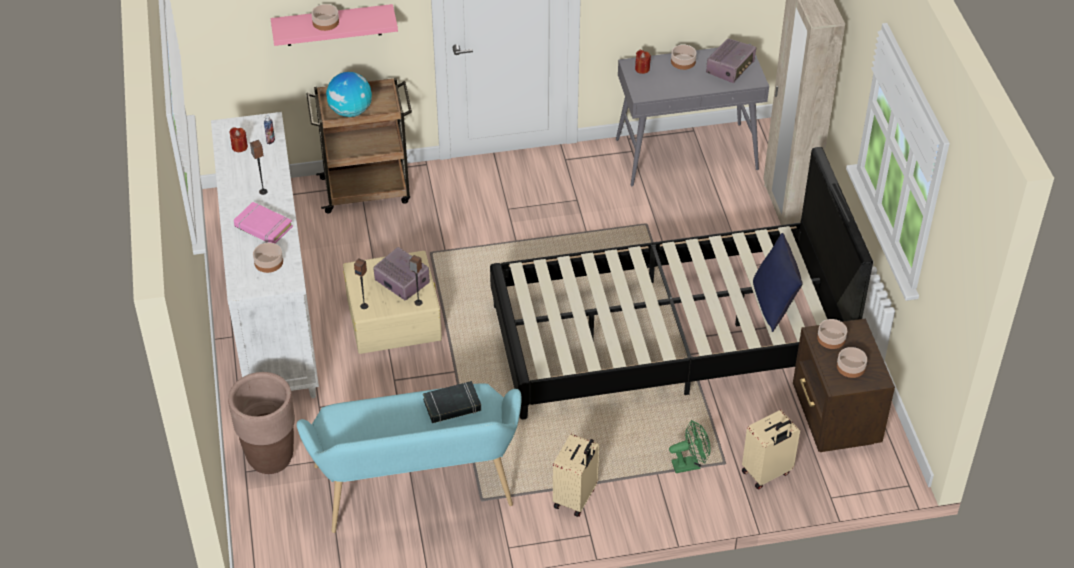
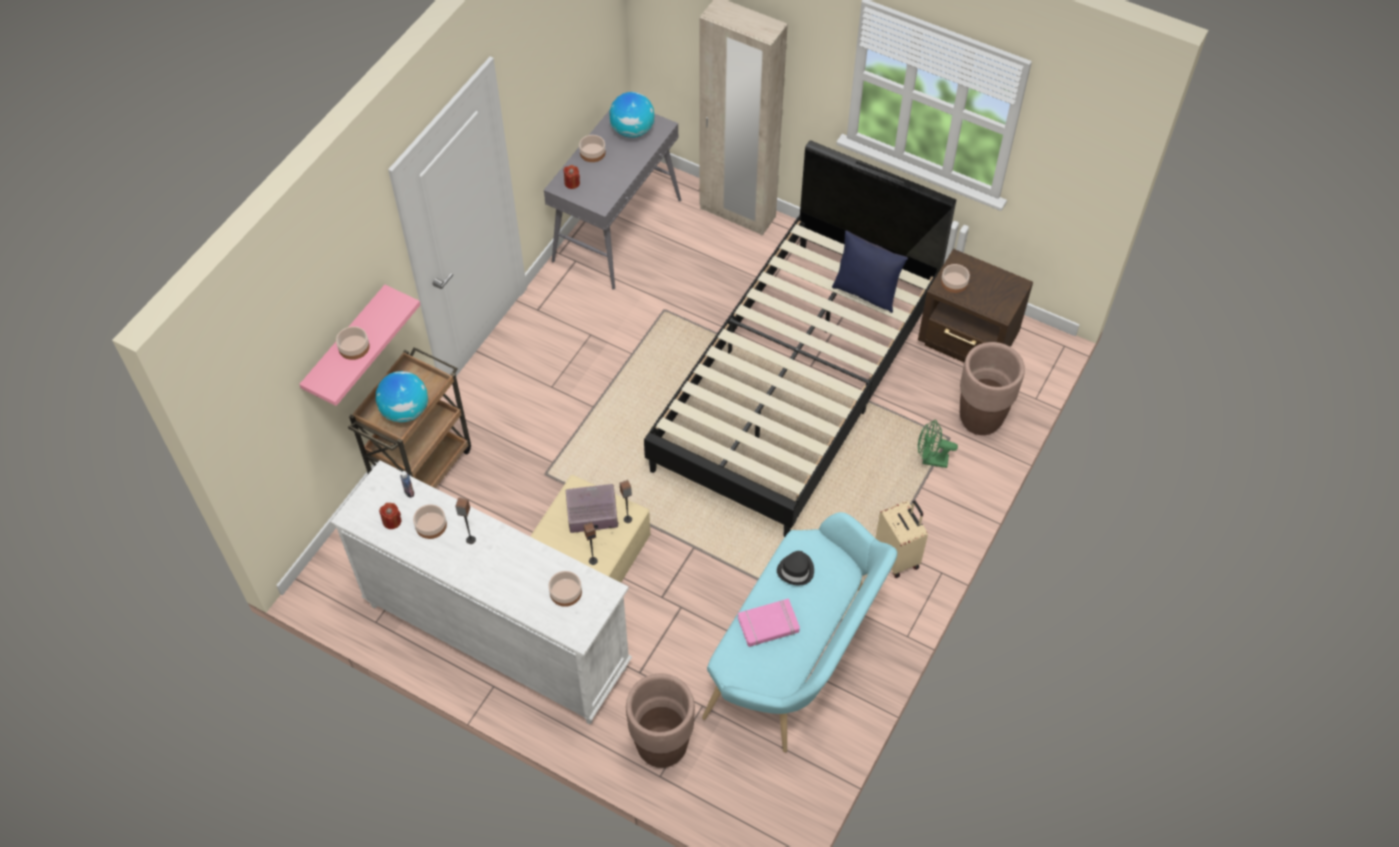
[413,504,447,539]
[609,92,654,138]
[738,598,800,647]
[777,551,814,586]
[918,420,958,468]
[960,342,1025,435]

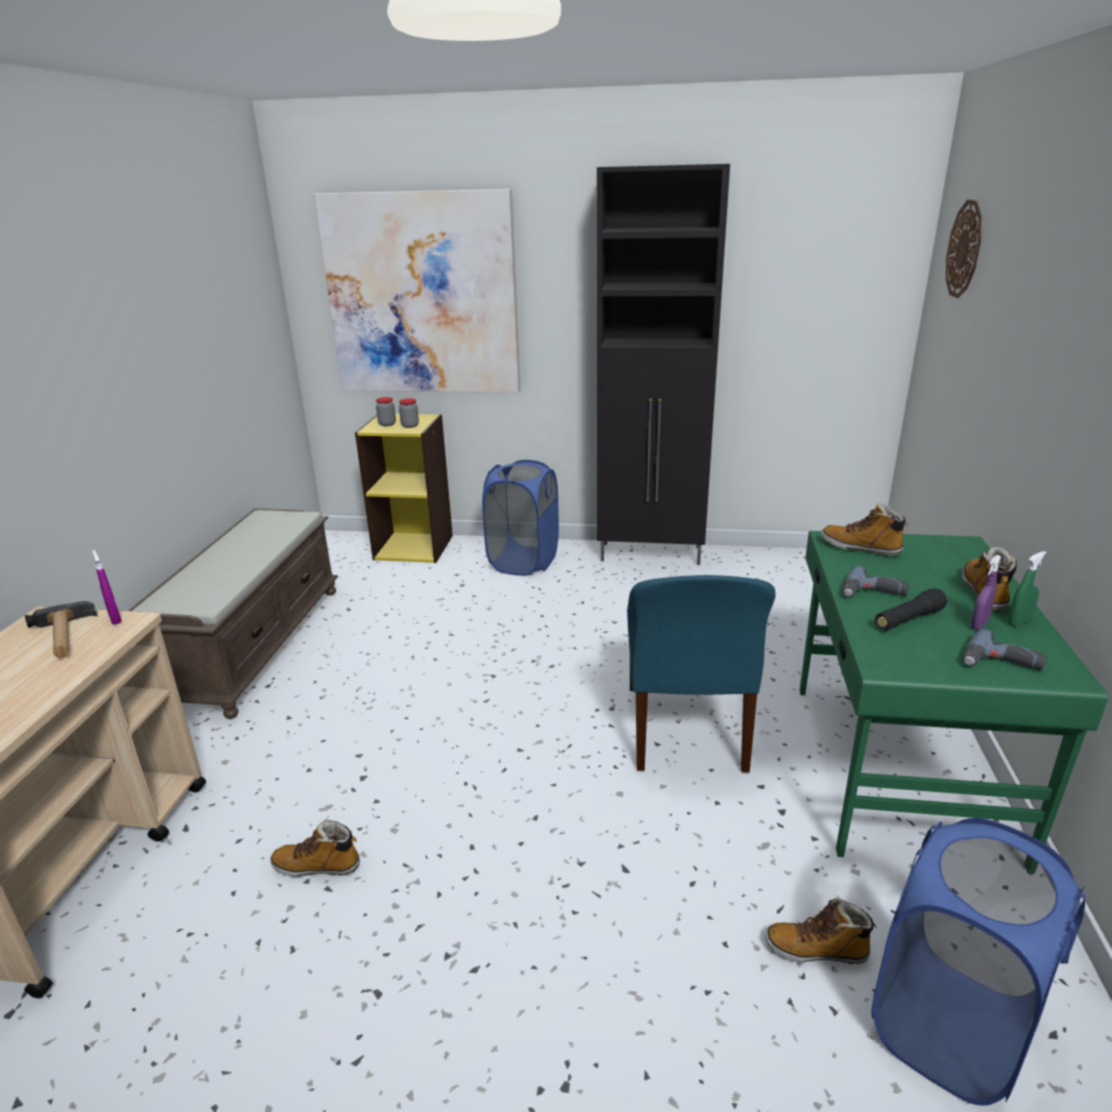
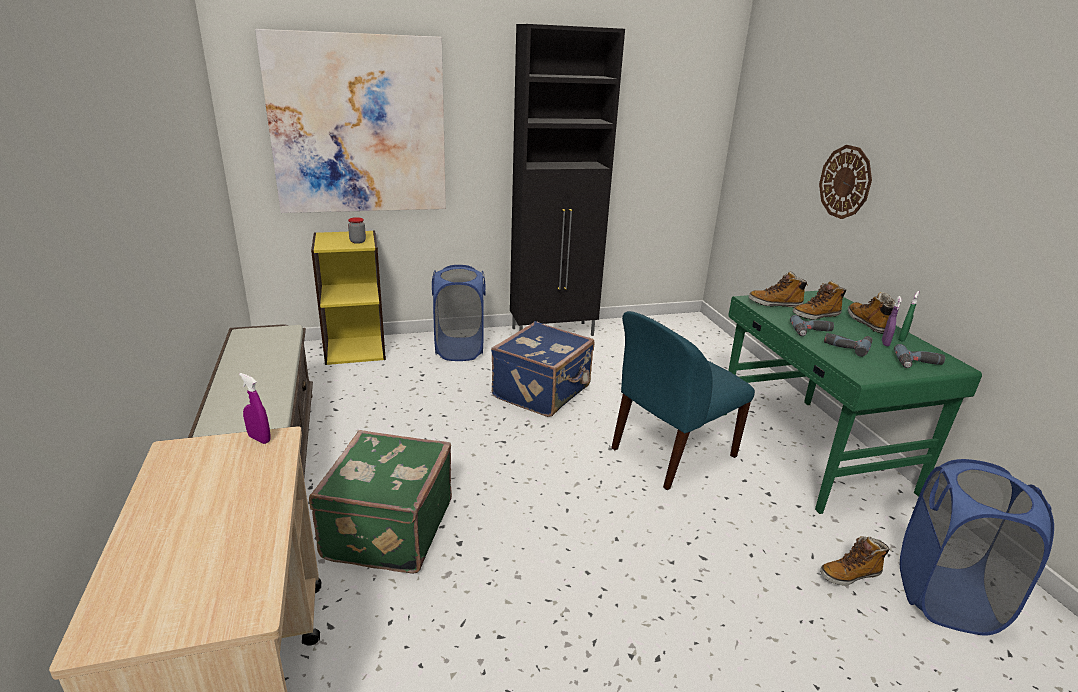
[309,430,452,574]
[491,321,594,417]
[611,311,755,490]
[793,281,846,320]
[819,145,872,219]
[824,333,873,357]
[25,601,98,658] (first image)
[376,397,396,426] (first image)

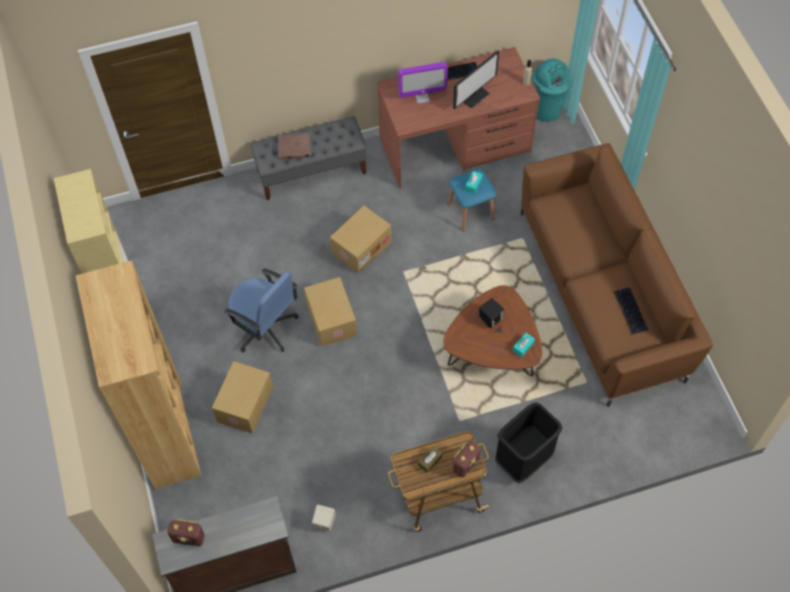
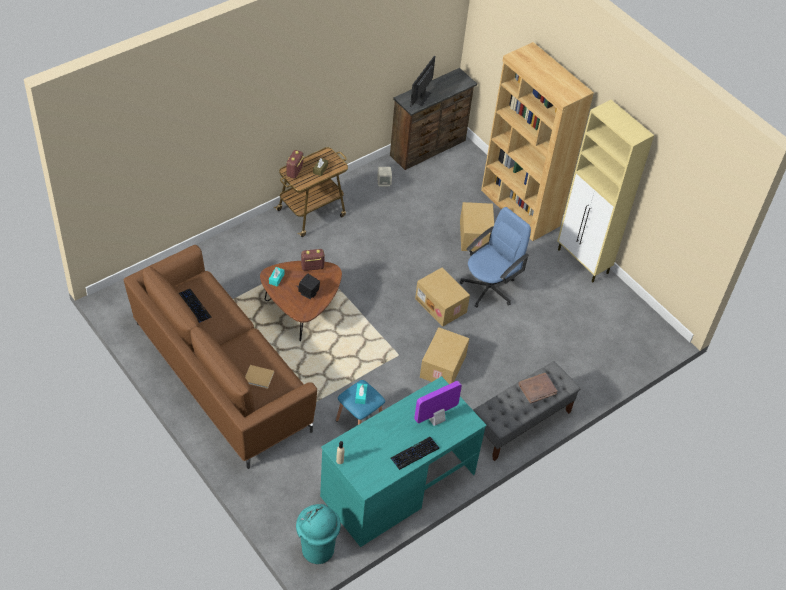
[245,365,274,389]
[301,249,325,271]
[320,376,487,547]
[410,56,436,107]
[460,207,531,307]
[495,402,562,483] (first image)

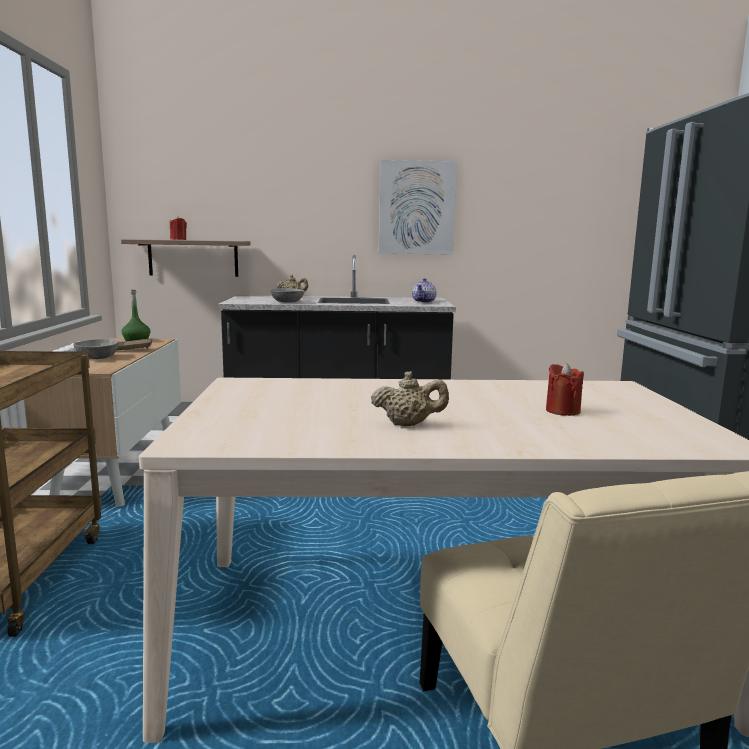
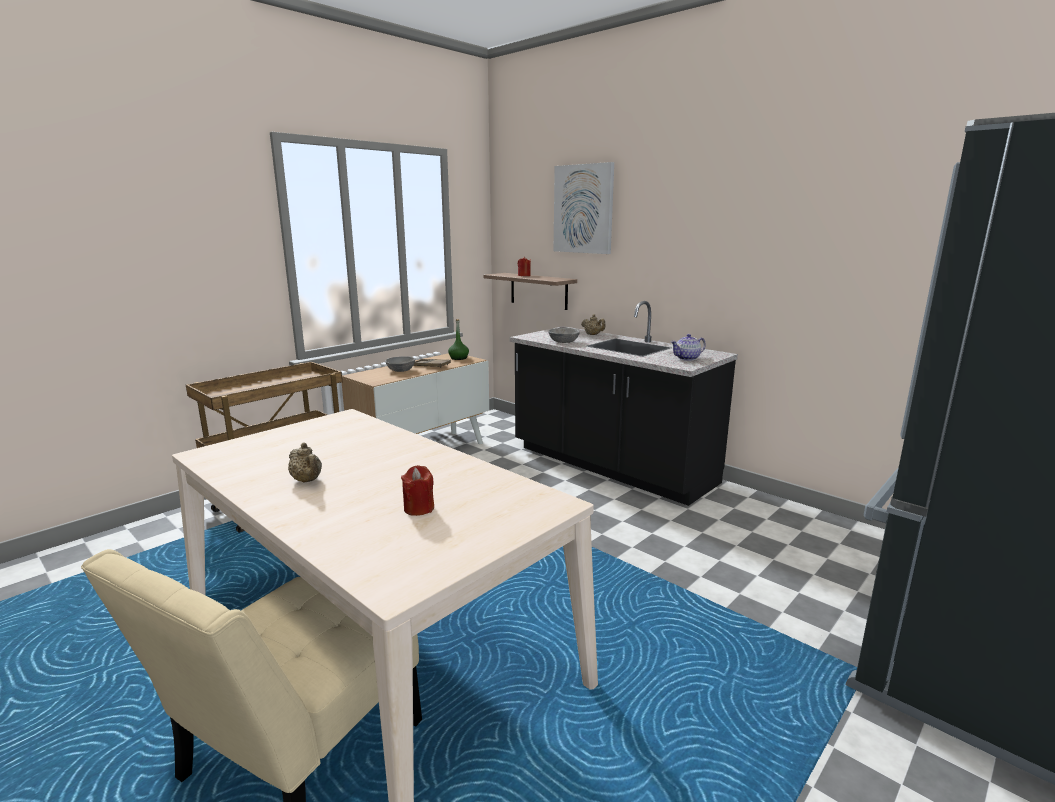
[554,162,614,254]

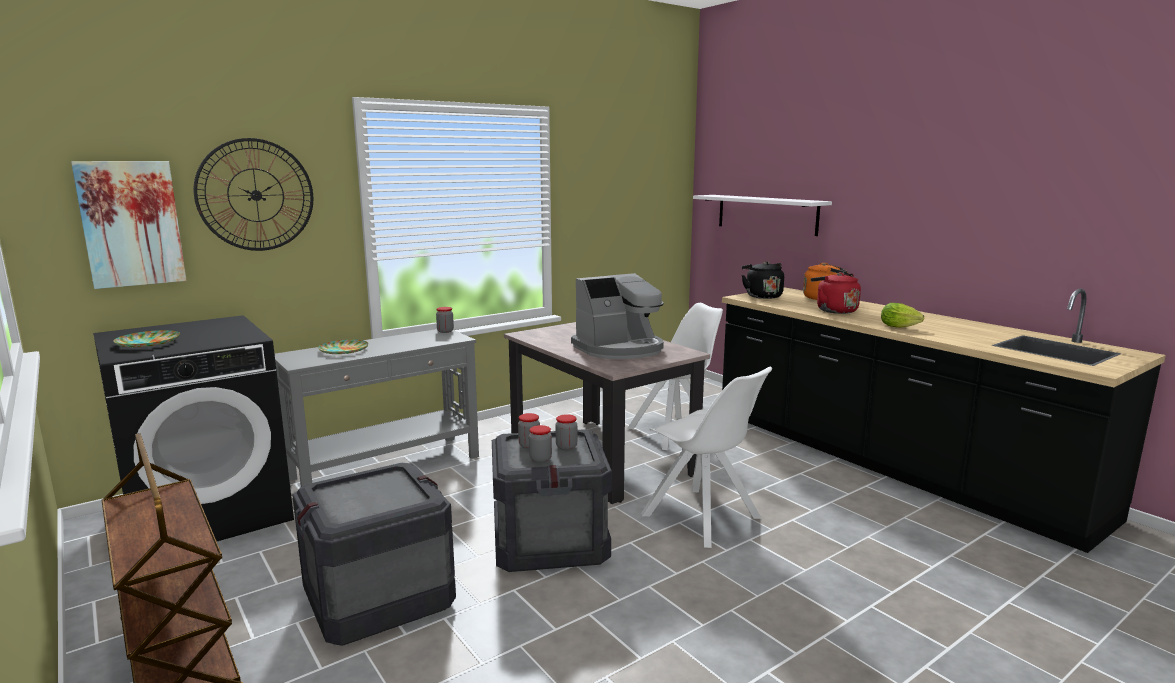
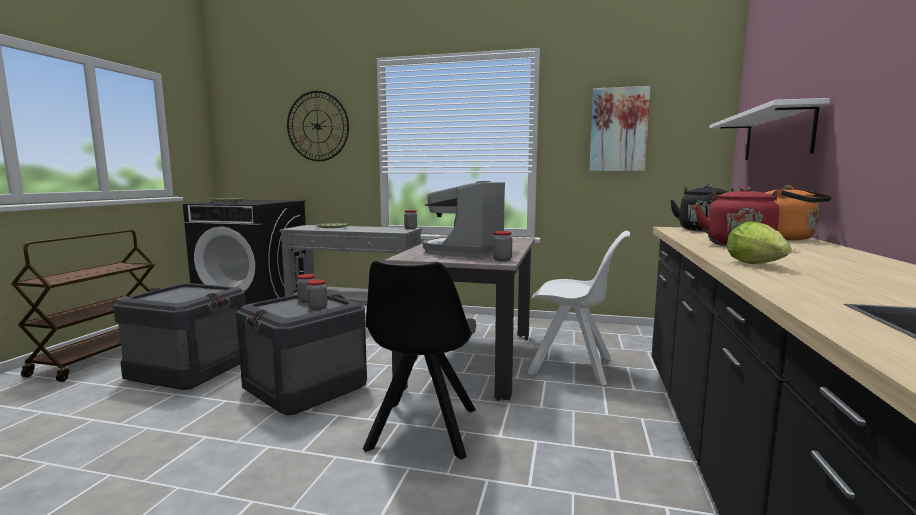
[363,260,476,460]
[423,181,505,258]
[492,231,512,261]
[589,86,651,171]

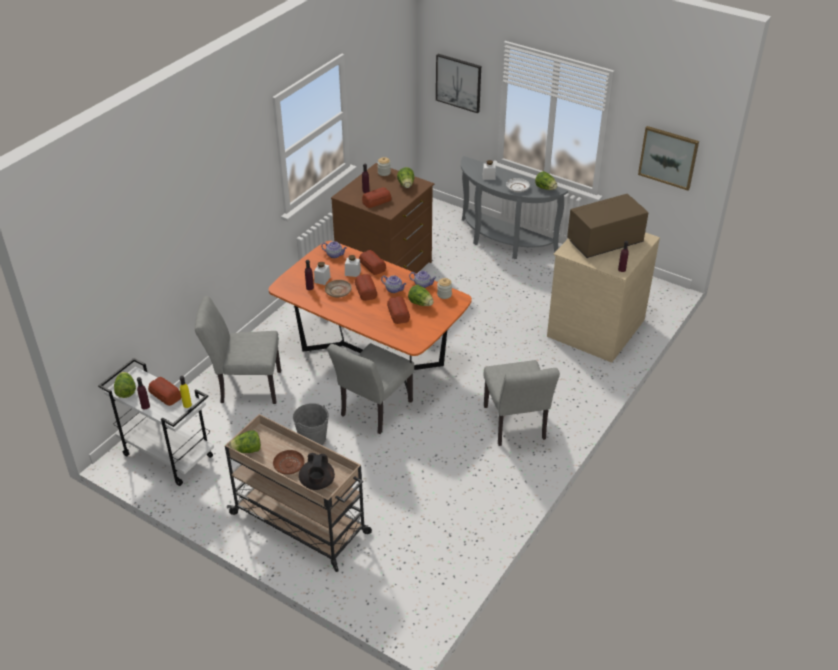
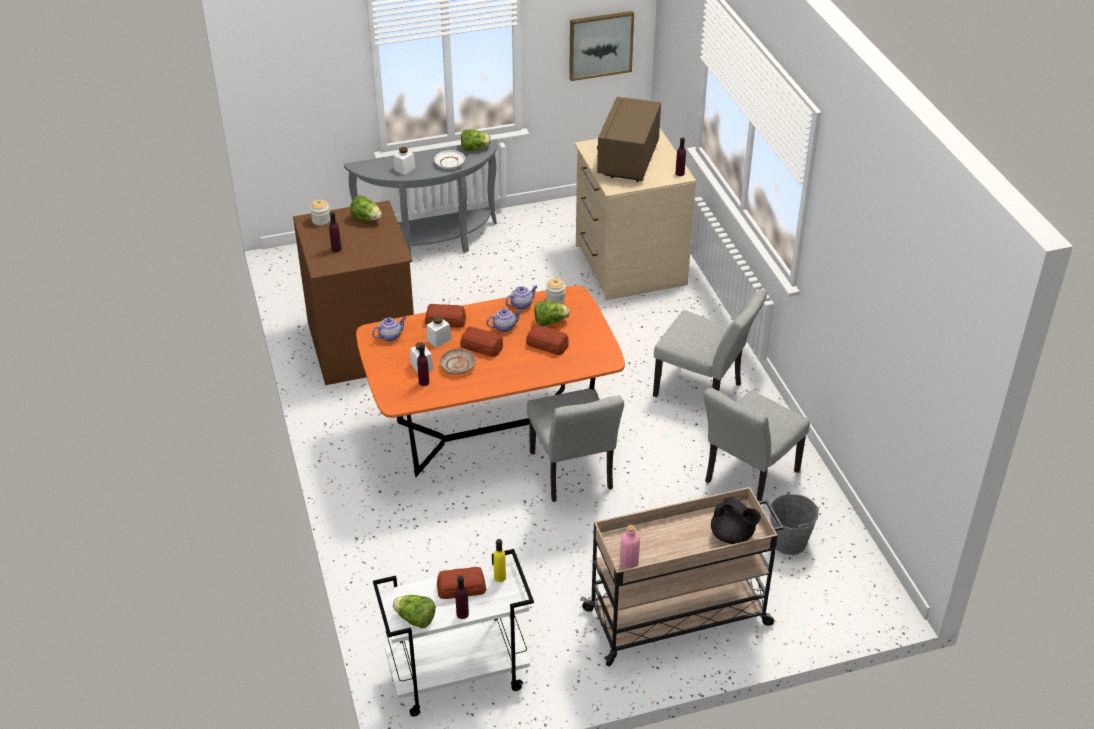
[620,525,640,569]
[704,387,810,501]
[770,492,819,555]
[273,450,305,475] (first image)
[362,187,392,208] (first image)
[436,54,481,113] (first image)

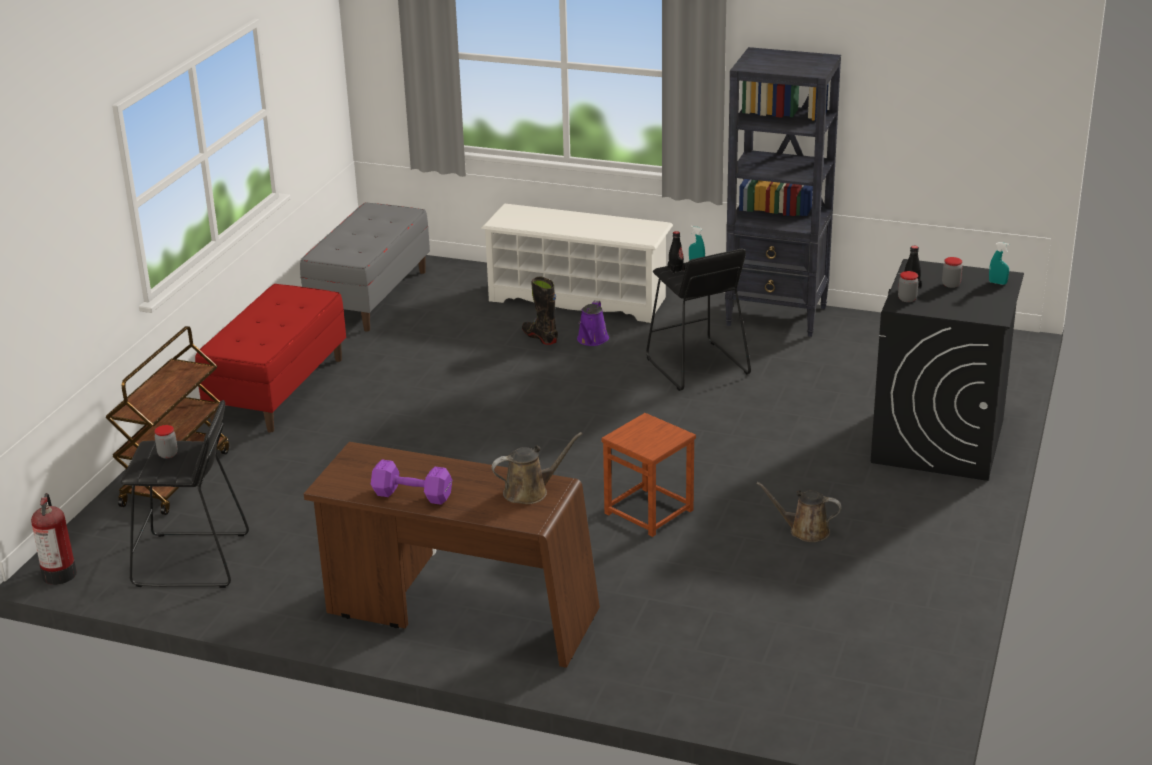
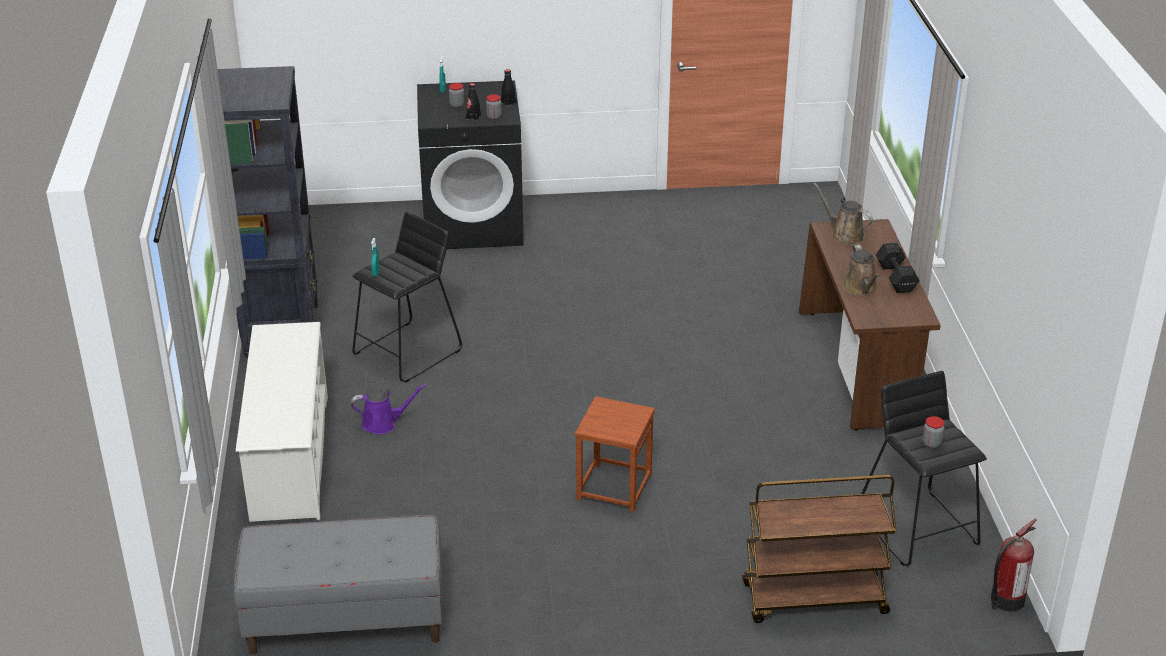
[500,69,517,107]
[575,396,655,512]
[842,245,880,296]
[876,243,920,293]
[195,284,346,433] (first image)
[522,276,558,345] (first image)

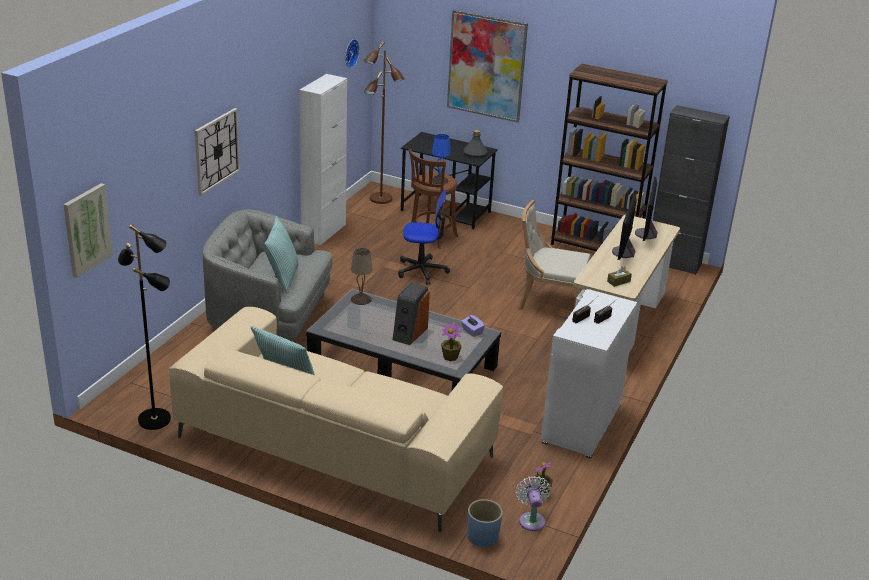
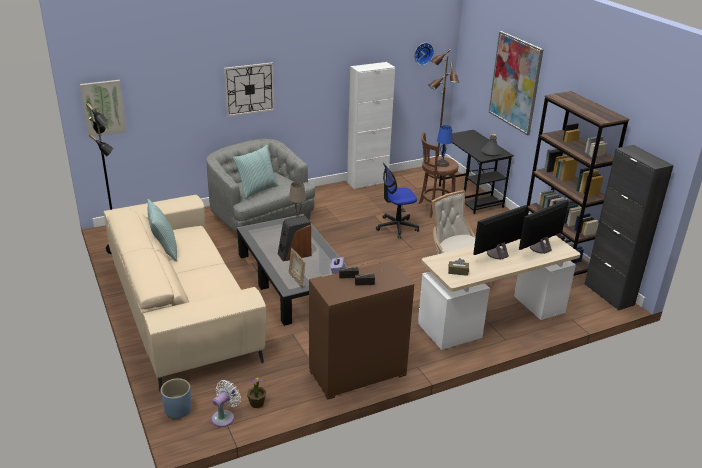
[289,248,305,287]
[309,260,414,400]
[376,163,419,238]

